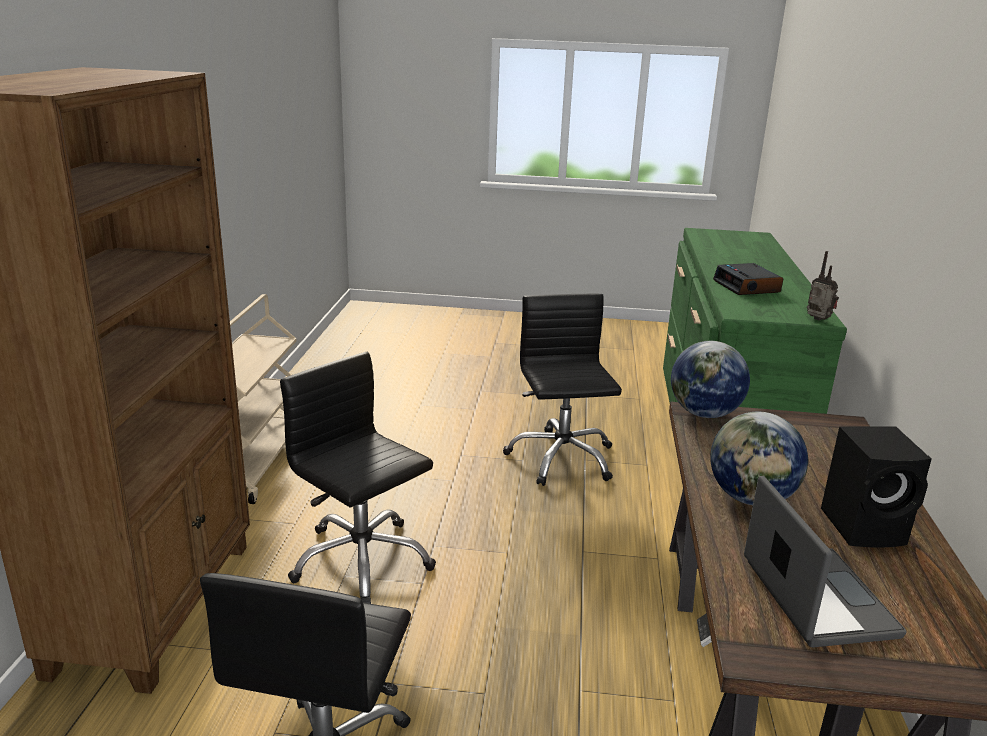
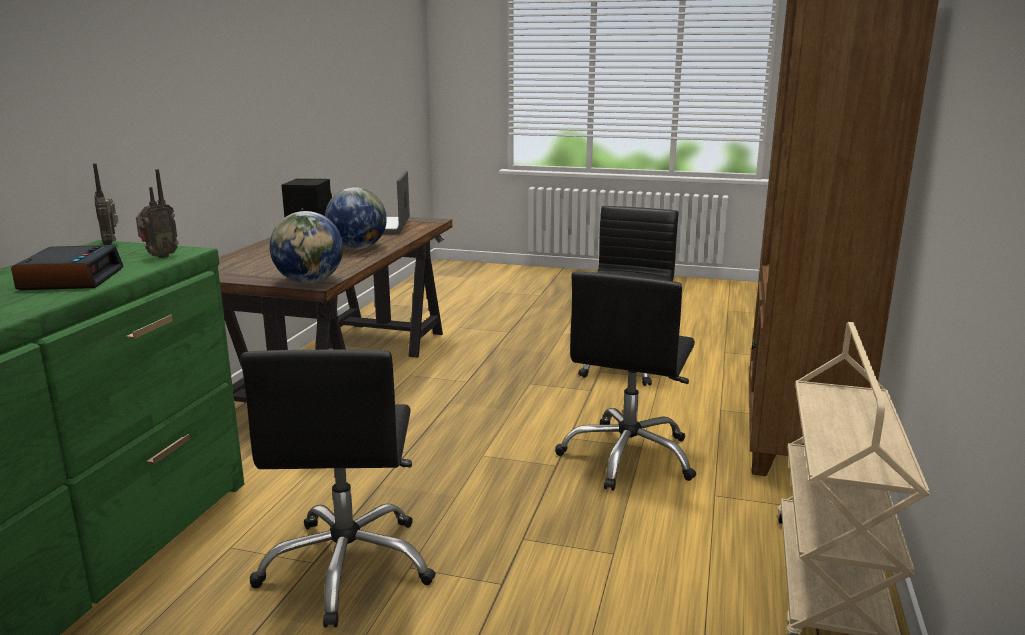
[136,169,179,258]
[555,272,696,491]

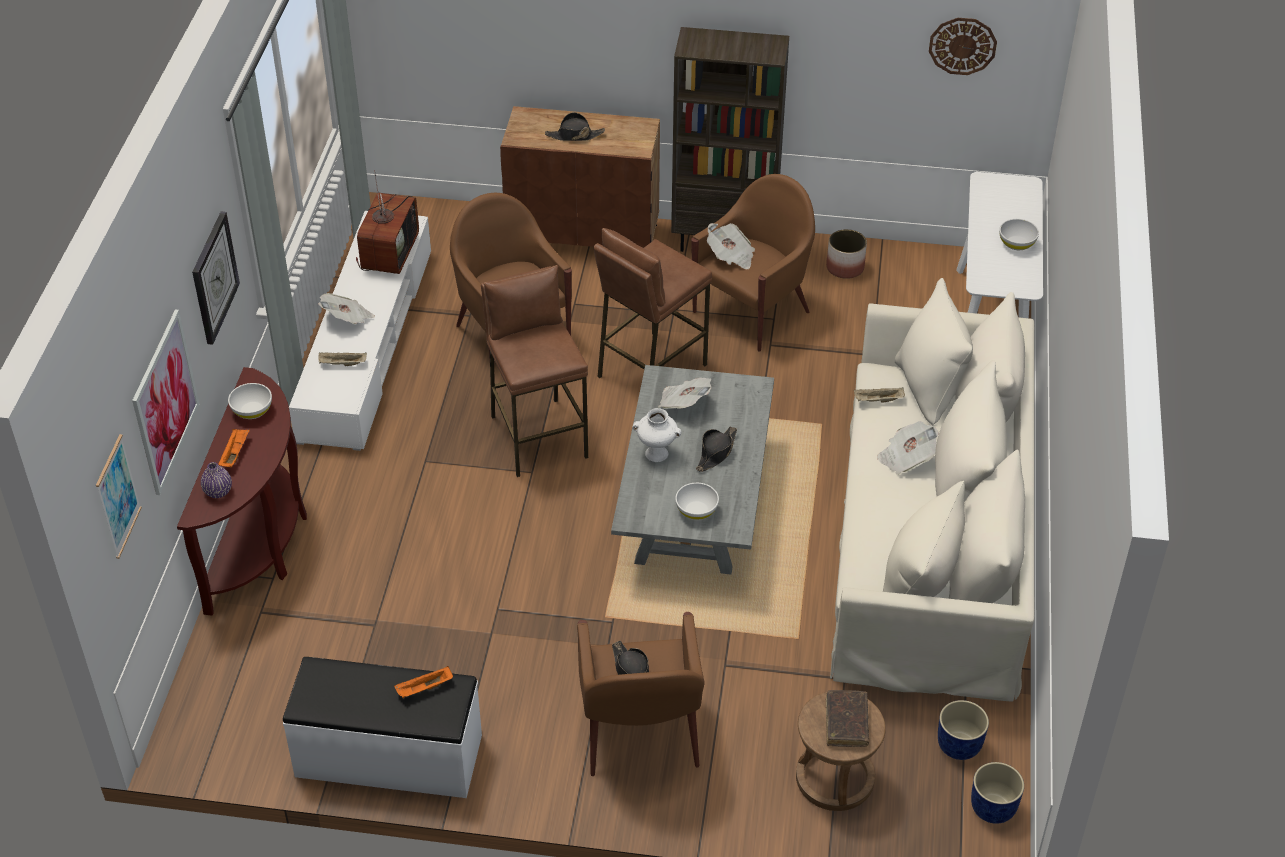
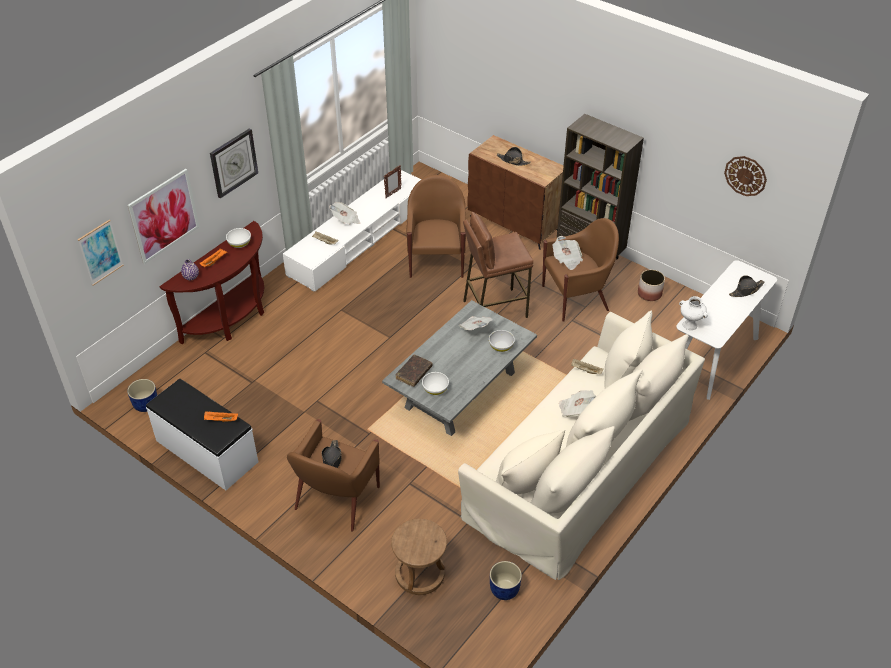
[127,379,157,412]
[384,165,402,199]
[396,355,432,387]
[489,330,515,352]
[679,296,708,330]
[729,275,765,297]
[481,265,588,477] (first image)

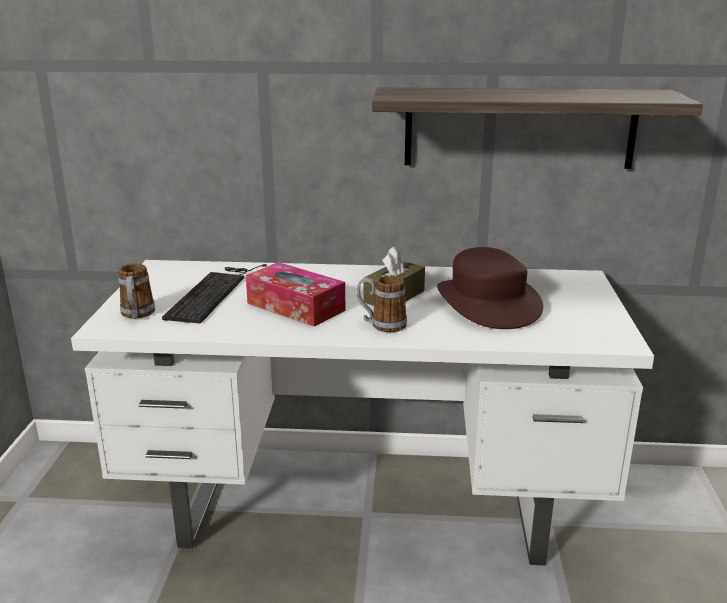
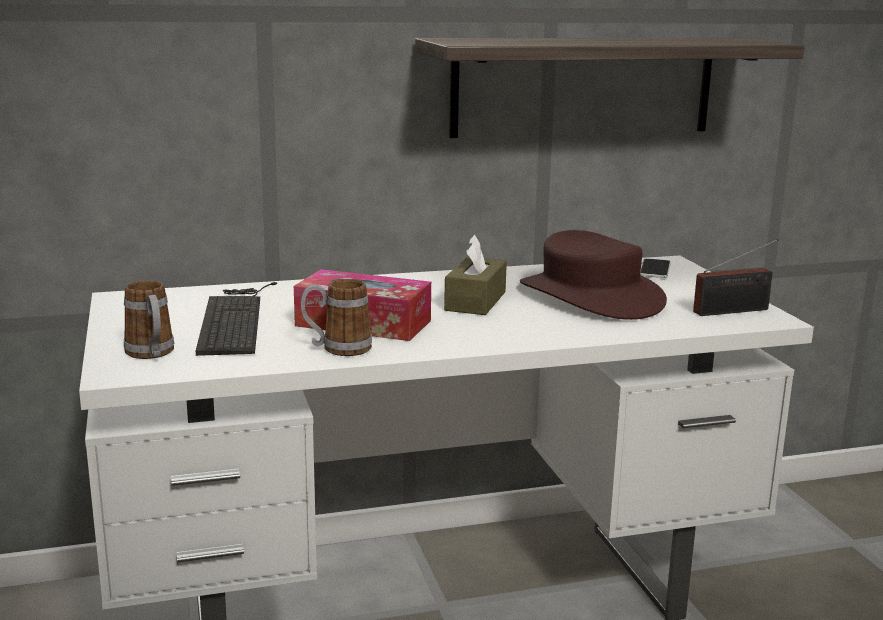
[301,279,372,356]
[640,259,671,278]
[693,239,779,316]

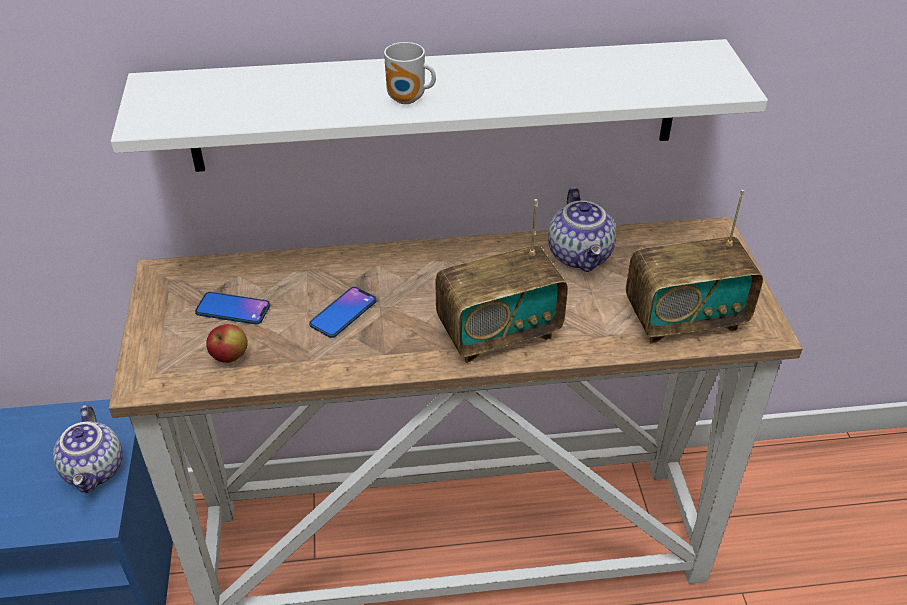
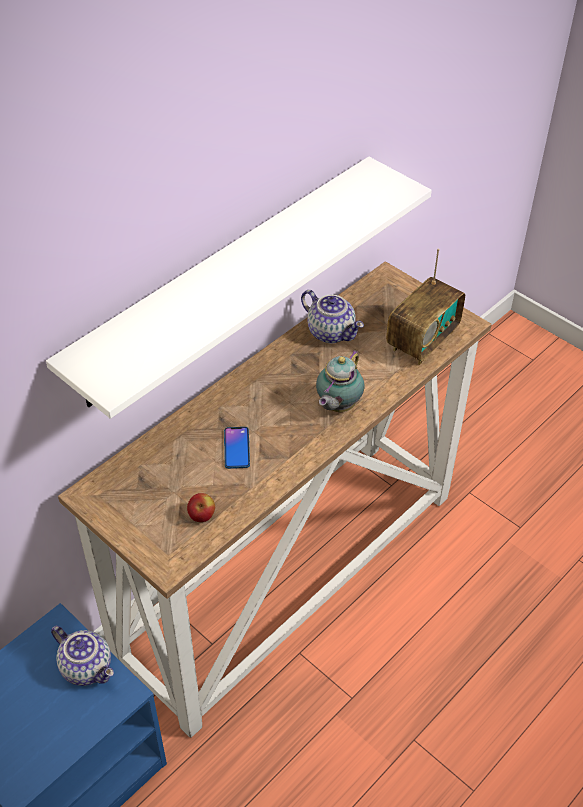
[316,351,365,412]
[195,292,270,325] (first image)
[384,42,436,104] (first image)

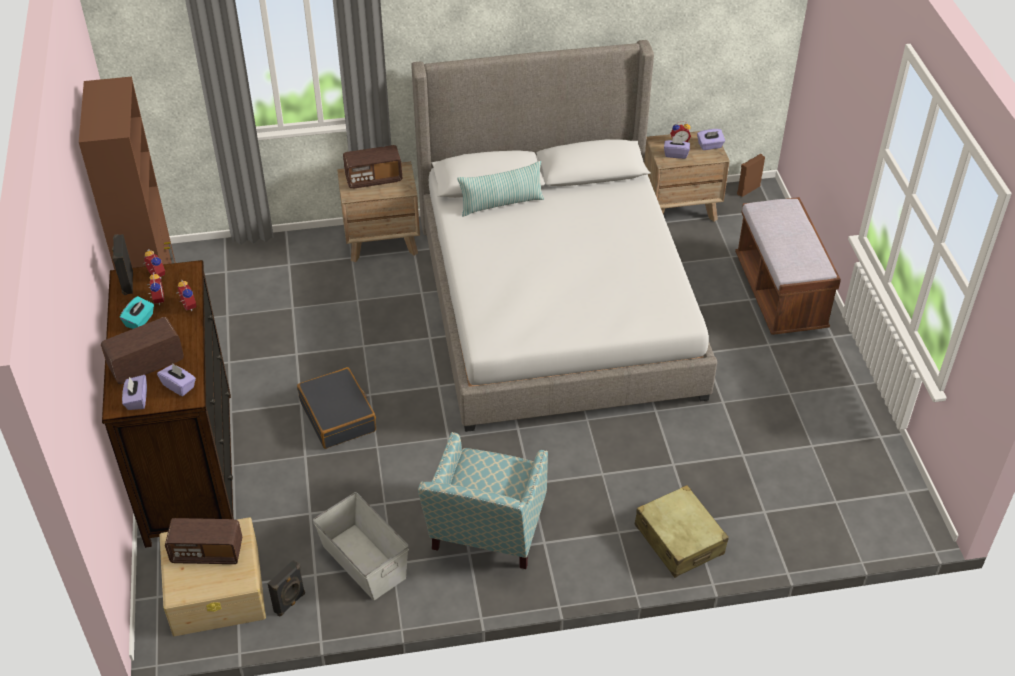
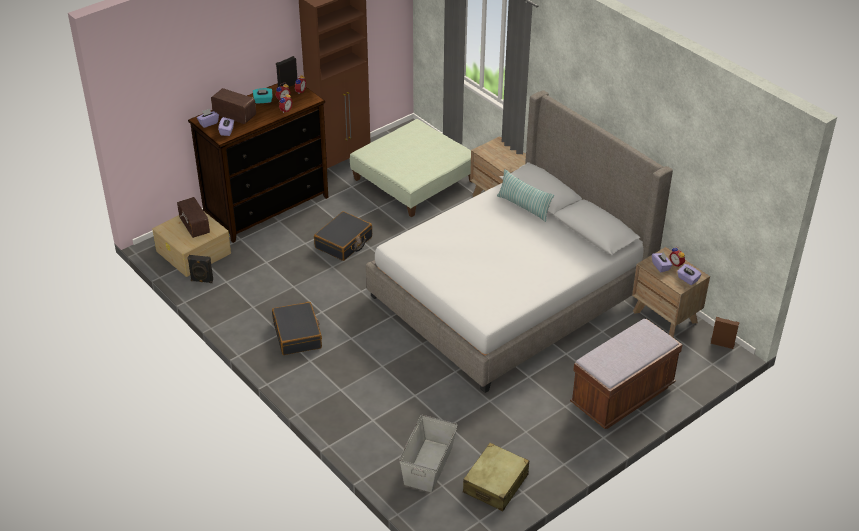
[272,302,322,355]
[350,119,472,217]
[399,415,457,492]
[463,443,529,511]
[343,145,402,189] (first image)

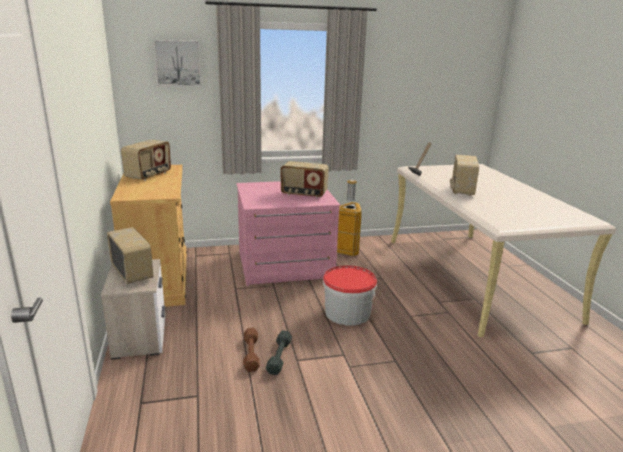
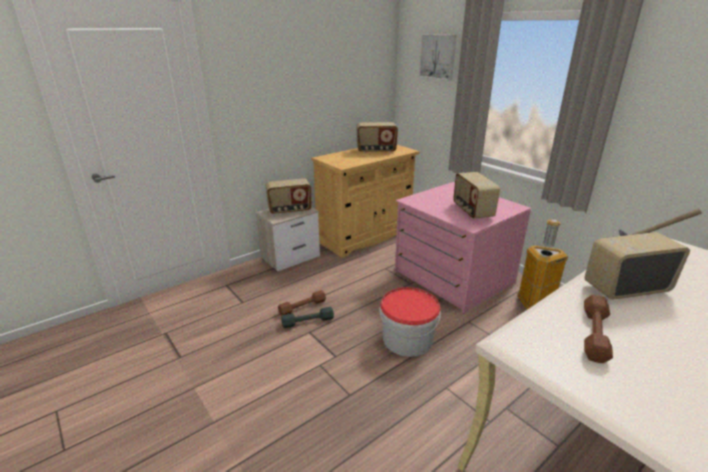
[265,178,312,215]
[584,294,613,363]

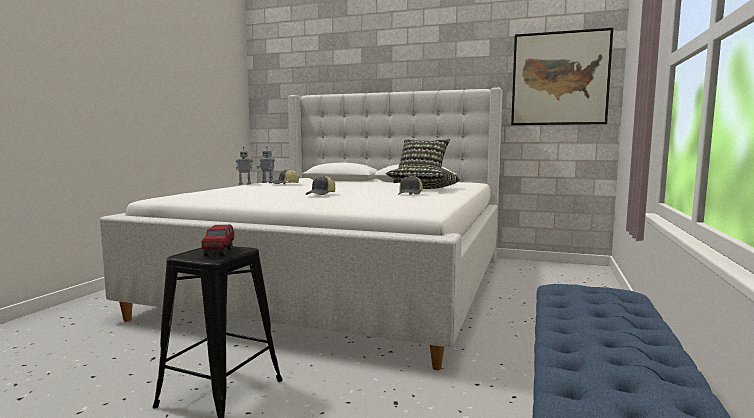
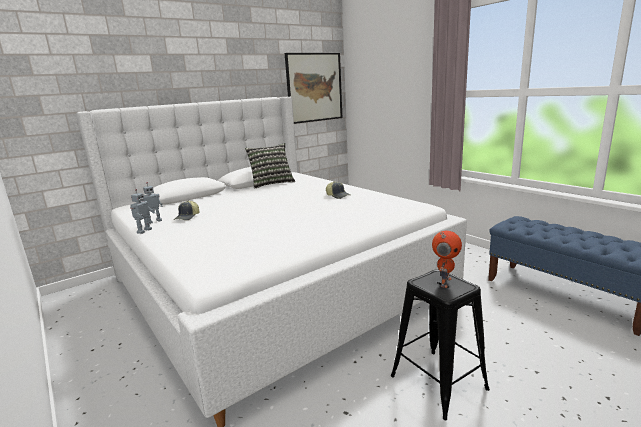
[432,231,462,288]
[305,176,335,195] (first image)
[386,164,460,189] (first image)

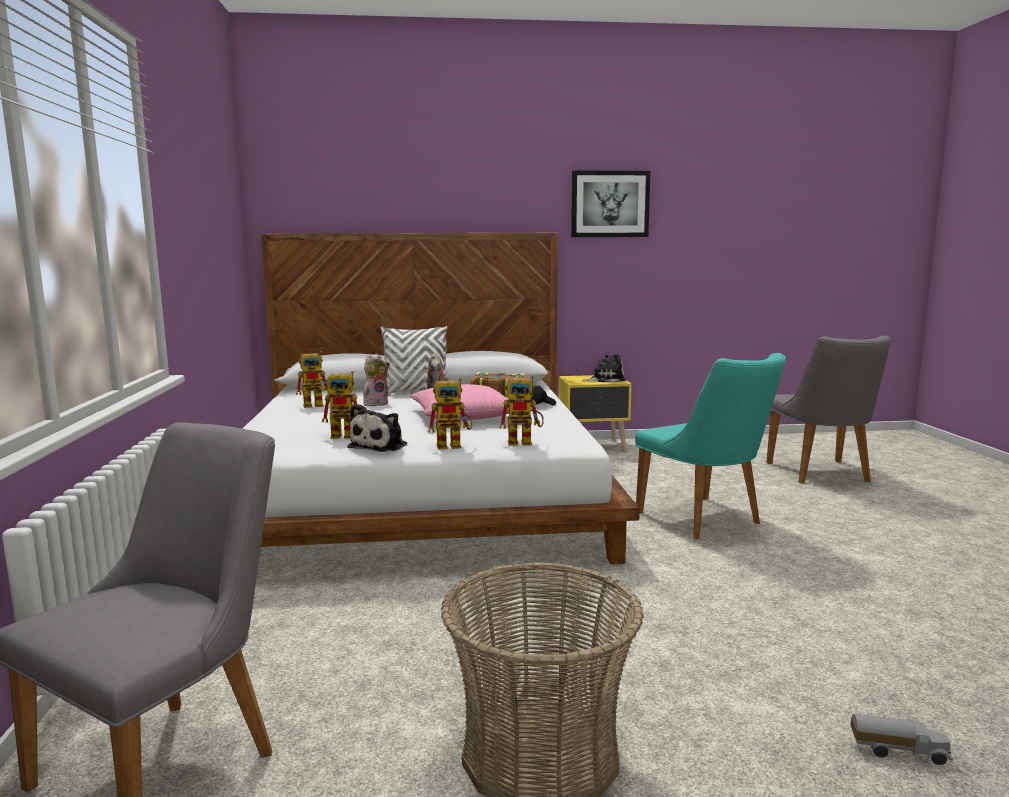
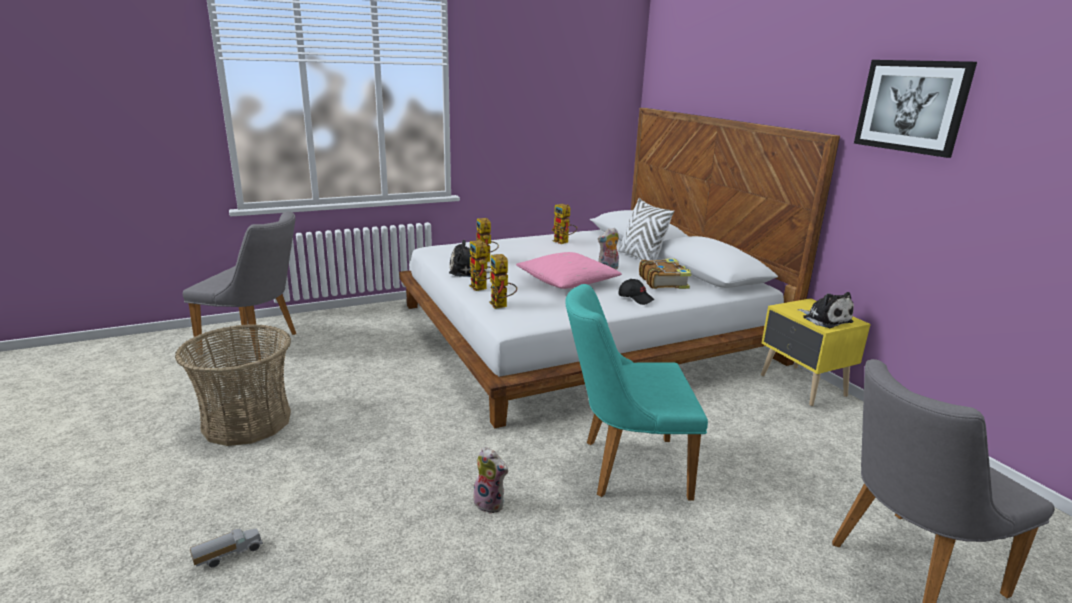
[190,528,263,568]
[473,447,508,514]
[565,284,708,500]

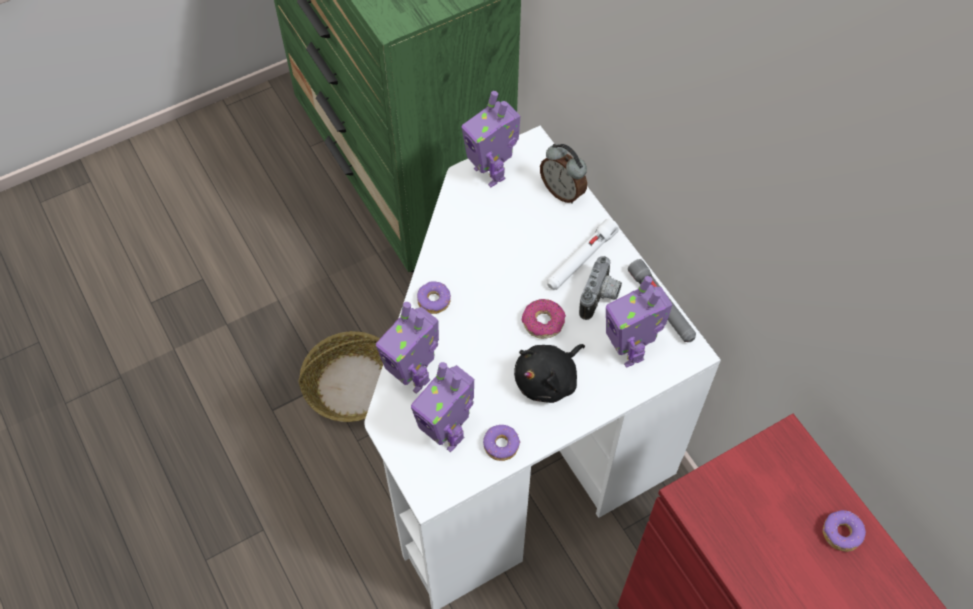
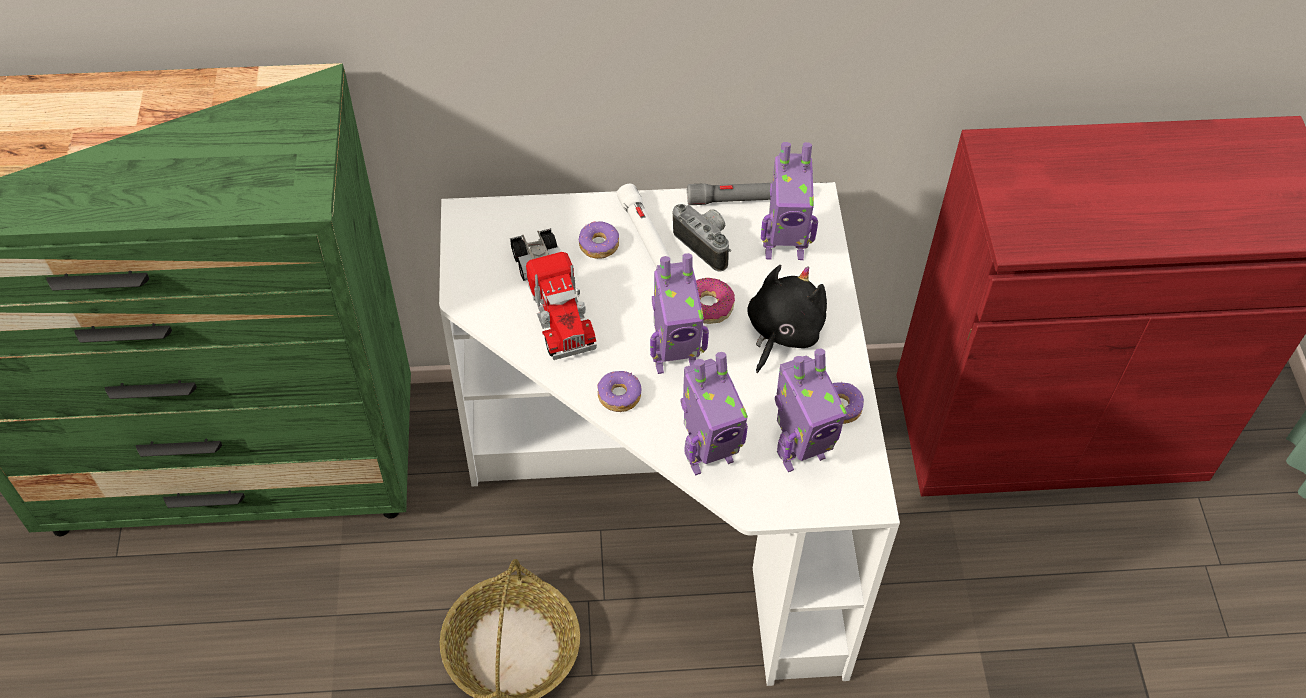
[510,228,597,360]
[579,221,619,259]
[650,253,709,374]
[747,265,827,373]
[540,144,587,204] (first image)

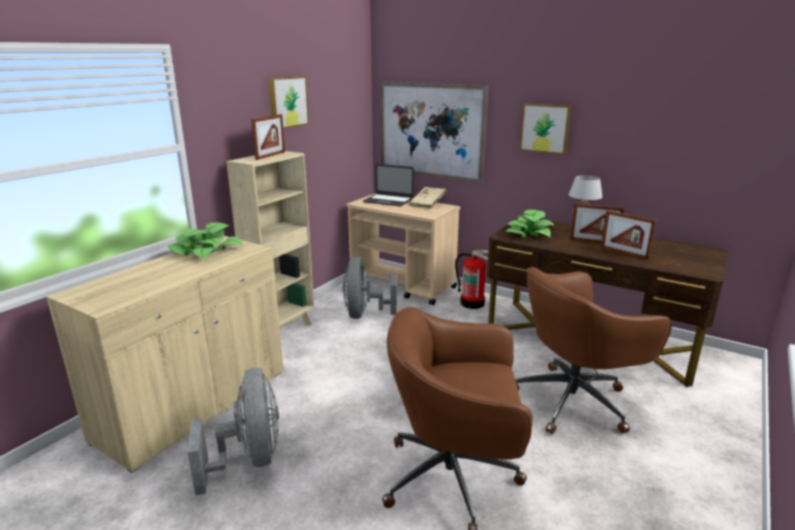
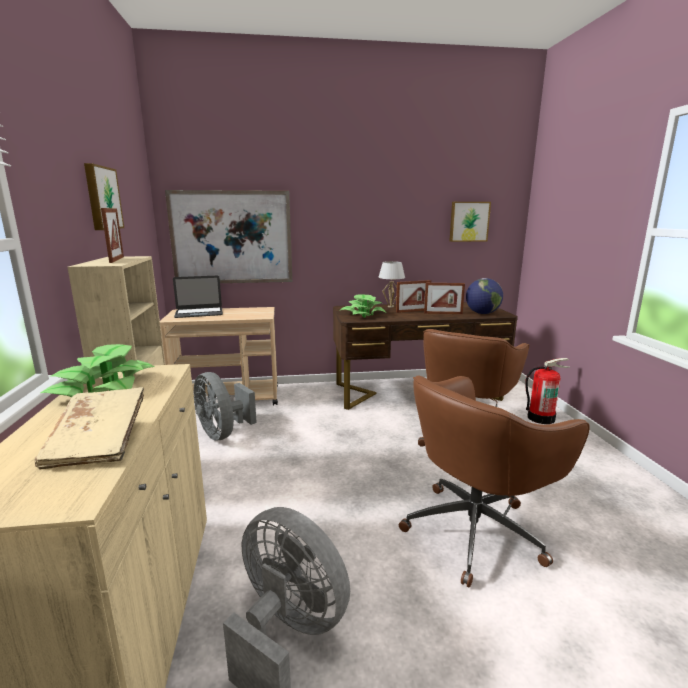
[35,387,144,470]
[449,202,491,242]
[466,278,503,314]
[525,358,571,424]

